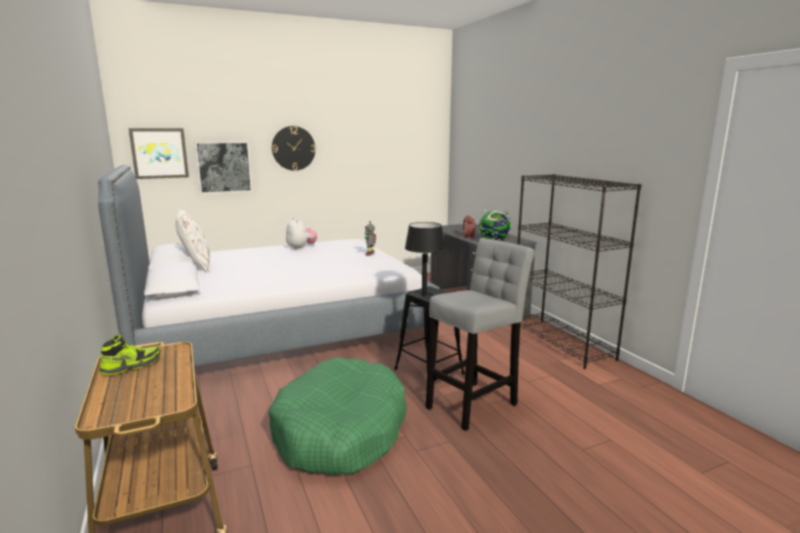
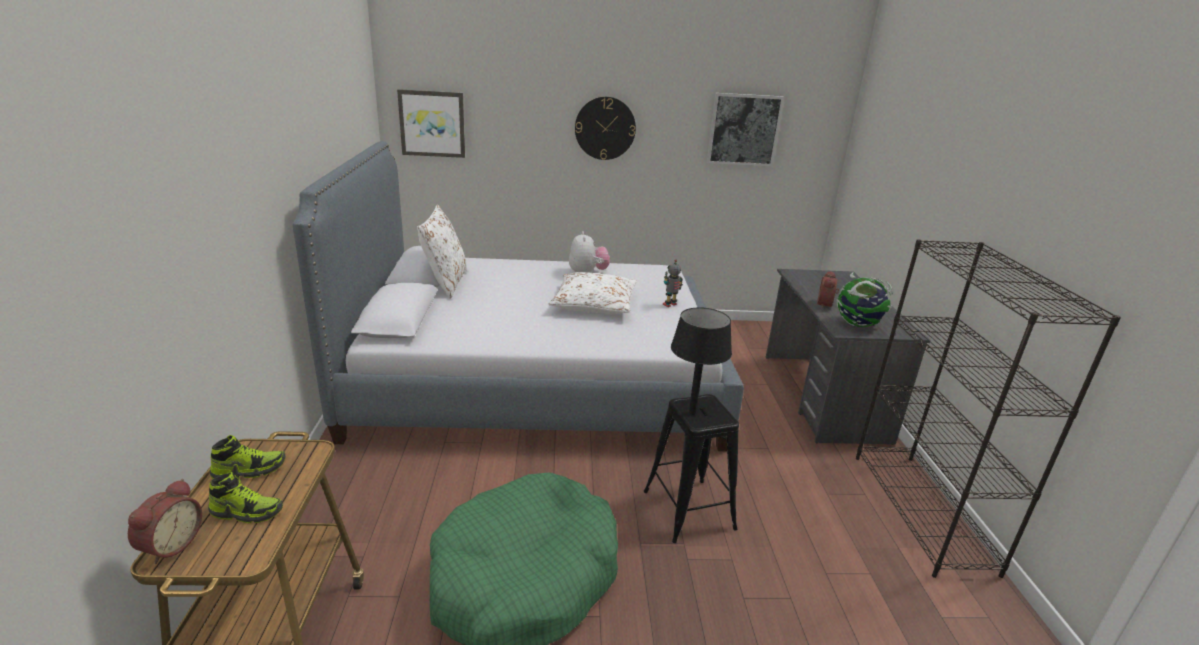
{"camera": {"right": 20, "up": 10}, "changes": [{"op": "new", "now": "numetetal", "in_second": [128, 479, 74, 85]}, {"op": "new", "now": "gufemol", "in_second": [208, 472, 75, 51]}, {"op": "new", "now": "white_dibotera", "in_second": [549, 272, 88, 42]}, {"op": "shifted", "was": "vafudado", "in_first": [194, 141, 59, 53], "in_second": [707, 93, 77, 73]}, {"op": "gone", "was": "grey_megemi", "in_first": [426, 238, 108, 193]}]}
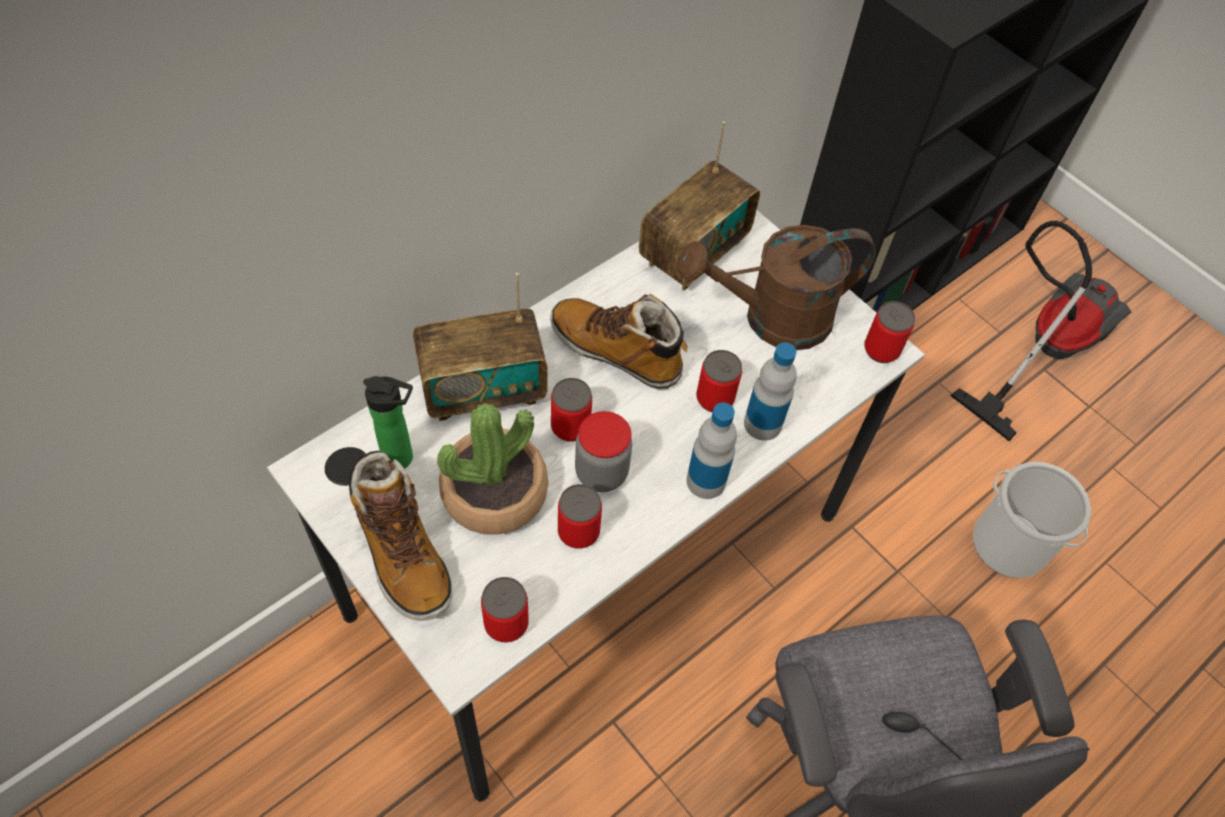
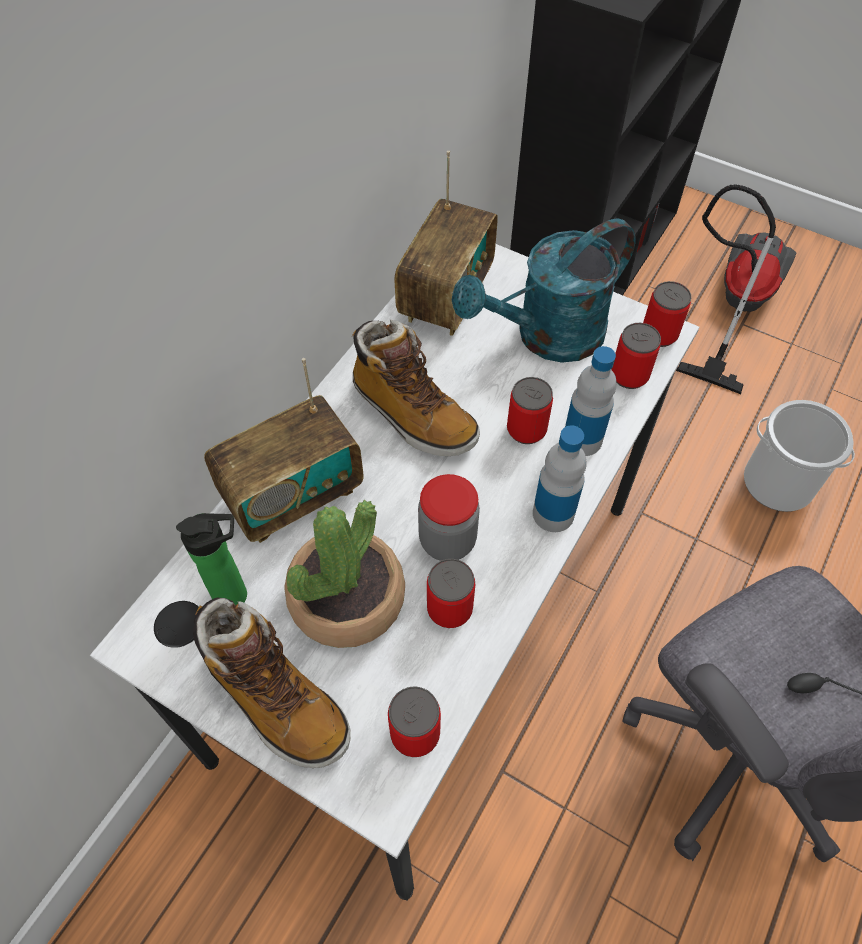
{"camera": {"right": -15, "up": 0}, "changes": [{"op": "rotated", "was": "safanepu", "in_first": [550, 294, 138, 95], "in_second": [352, 320, 128, 136], "clockwise": -150}, {"op": "repainted", "was": "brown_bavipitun", "now": "turquoise_bavipitun", "in_first": [678, 225, 198, 125], "in_second": [452, 218, 184, 145]}, {"op": "shifted", "was": "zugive", "in_first": [551, 378, 41, 64], "in_second": [611, 323, 50, 66]}]}
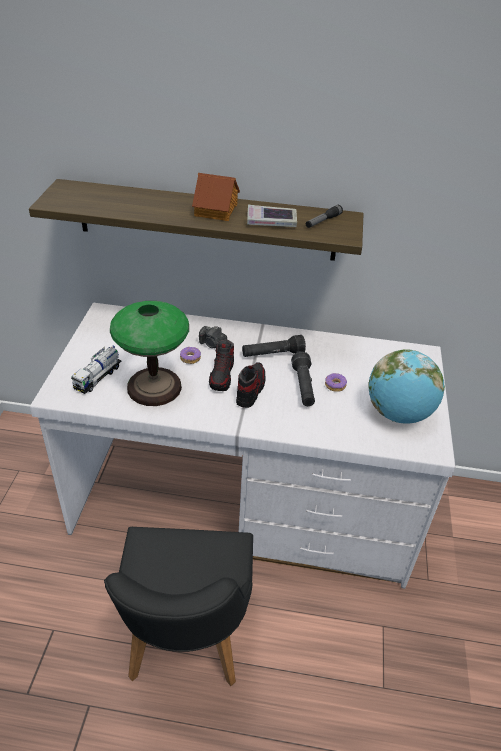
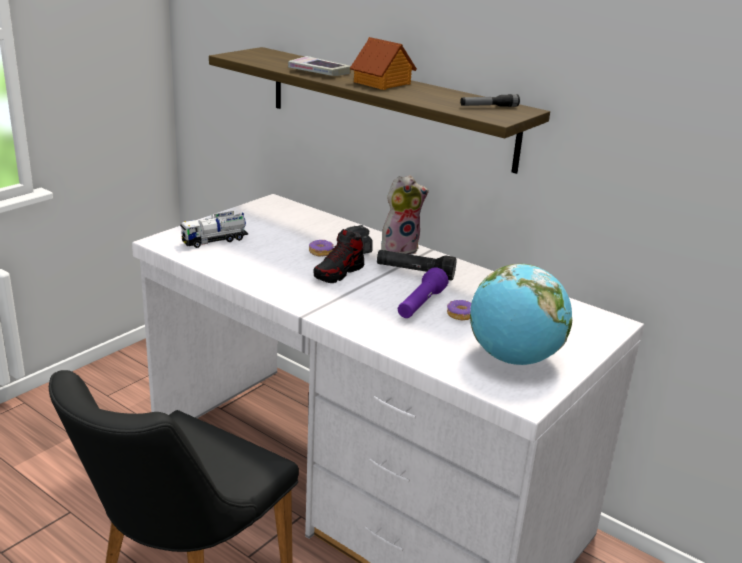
{"camera": {"right": 30, "up": -15}, "changes": [{"op": "shifted", "was": "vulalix", "in_first": [247, 205, 50, 22], "in_second": [288, 56, 63, 20]}, {"op": "new", "now": "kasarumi", "in_second": [381, 175, 48, 80]}, {"op": "repainted", "was": "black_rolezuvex", "now": "purple_rolezuvex", "in_first": [291, 352, 24, 54], "in_second": [398, 267, 51, 51]}, {"op": "gone", "was": "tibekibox", "in_first": [110, 301, 79, 105]}, {"op": "gone", "was": "gufemol", "in_first": [236, 362, 30, 46]}]}
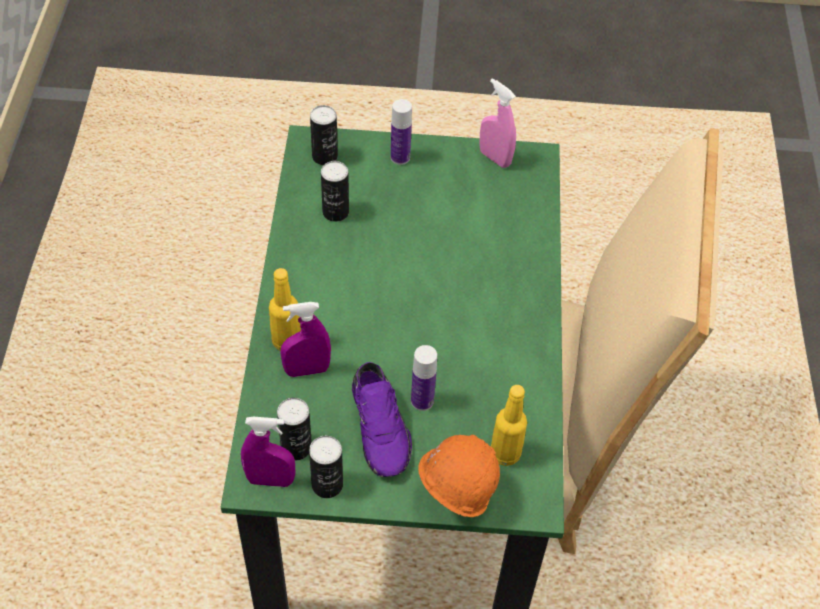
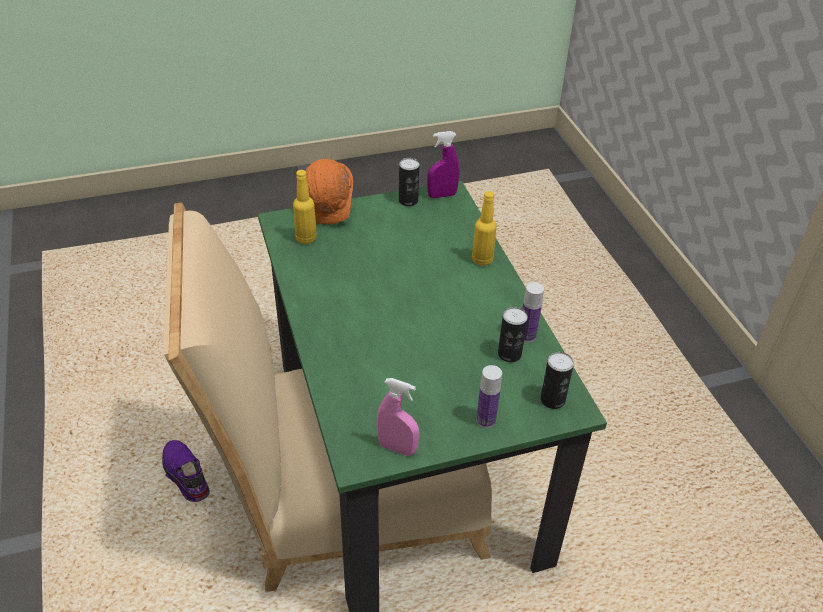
{"camera": {"right": 160, "up": -10}, "changes": [{"op": "shifted", "was": "purple_gufemol", "in_first": [352, 362, 60, 115], "in_second": [162, 440, 48, 62]}, {"op": "shifted", "was": "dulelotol", "in_first": [411, 345, 26, 66], "in_second": [522, 282, 22, 60]}, {"op": "gone", "was": "zugive", "in_first": [277, 398, 35, 62]}, {"op": "gone", "was": "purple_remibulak", "in_first": [280, 302, 51, 75]}]}
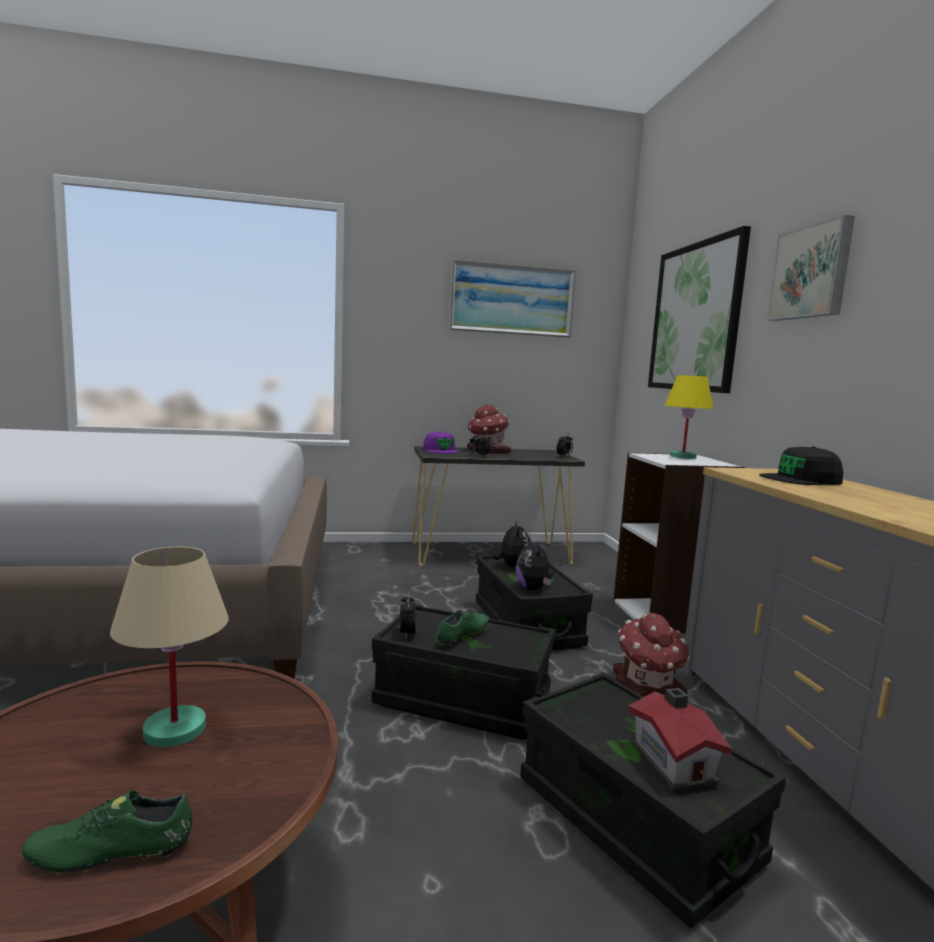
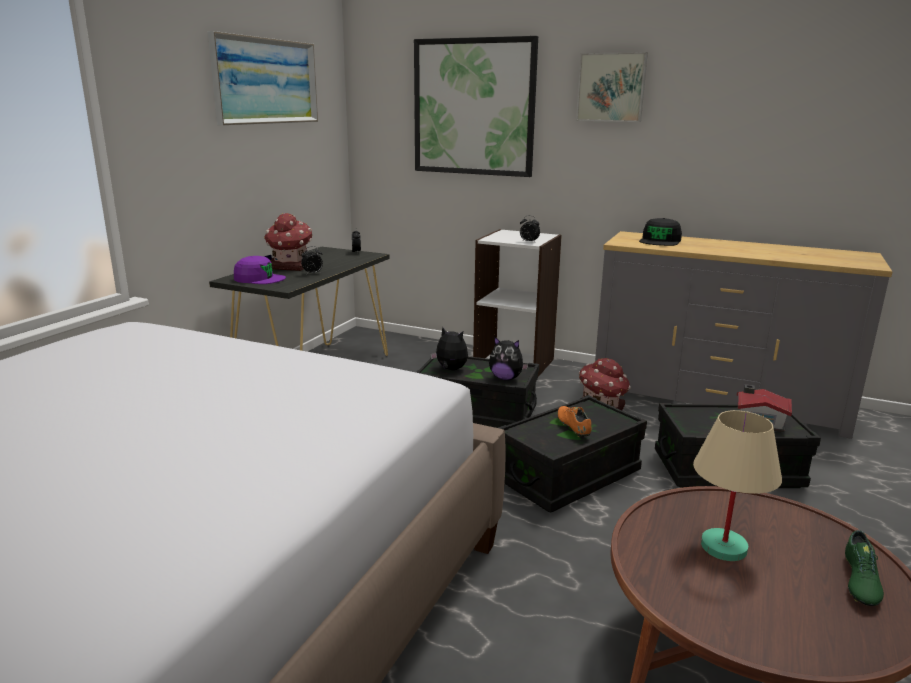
{"camera": {"right": -55, "up": 10}, "changes": [{"op": "shifted", "was": "numetetal", "in_first": [400, 593, 16, 45], "in_second": [520, 216, 20, 26]}, {"op": "repainted", "was": "green_gufemol", "now": "orange_gufemol", "in_first": [437, 610, 51, 35], "in_second": [558, 406, 34, 31]}, {"op": "gone", "was": "yellow_tibekibox", "in_first": [665, 375, 49, 84]}]}
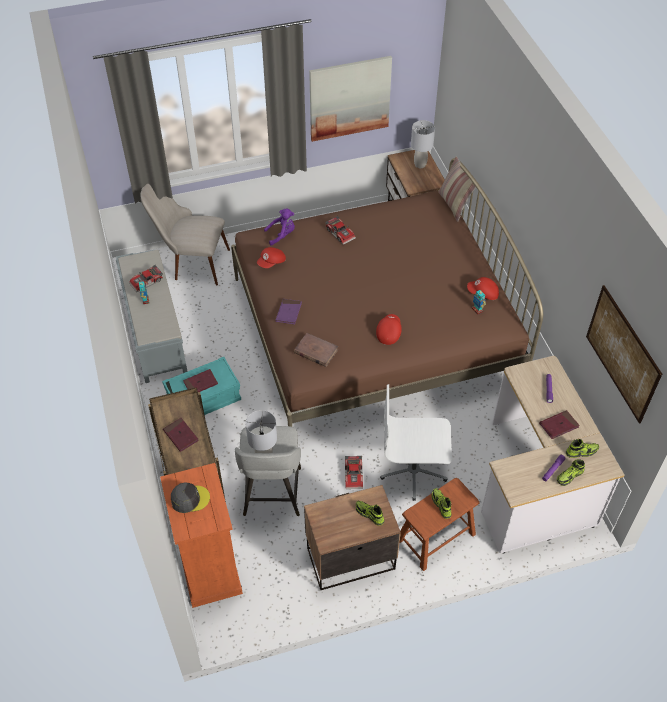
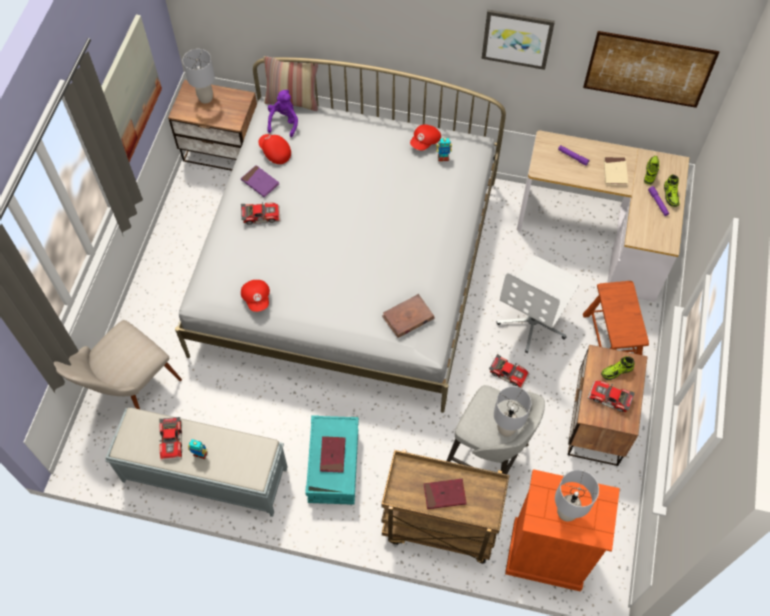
{"camera": {"right": -60, "up": 10}, "changes": [{"op": "repainted", "was": "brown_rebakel", "now": "white_rebakel", "in_first": [231, 158, 312, 269], "in_second": [175, 57, 331, 356]}, {"op": "shifted", "was": "purple_vulalix", "in_first": [276, 299, 26, 25], "in_second": [241, 165, 38, 32]}, {"op": "shifted", "was": "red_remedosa", "in_first": [376, 314, 26, 31], "in_second": [258, 134, 33, 30]}, {"op": "shifted", "was": "purple_kasarumi", "in_first": [264, 209, 31, 37], "in_second": [267, 90, 31, 47]}, {"op": "new", "now": "vafudado", "in_second": [482, 10, 73, 60]}, {"op": "swapped", "was": "grey_remedosa", "now": "grey_tibekibox", "in_first": [171, 483, 39, 30], "in_second": [555, 470, 44, 51]}, {"op": "new", "now": "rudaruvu", "in_second": [588, 381, 47, 31]}, {"op": "repainted", "was": "red_vulalix", "now": "beige_vulalix", "in_first": [539, 410, 41, 29], "in_second": [604, 157, 24, 28]}, {"op": "gone", "was": "gufemol", "in_first": [432, 488, 20, 31]}]}
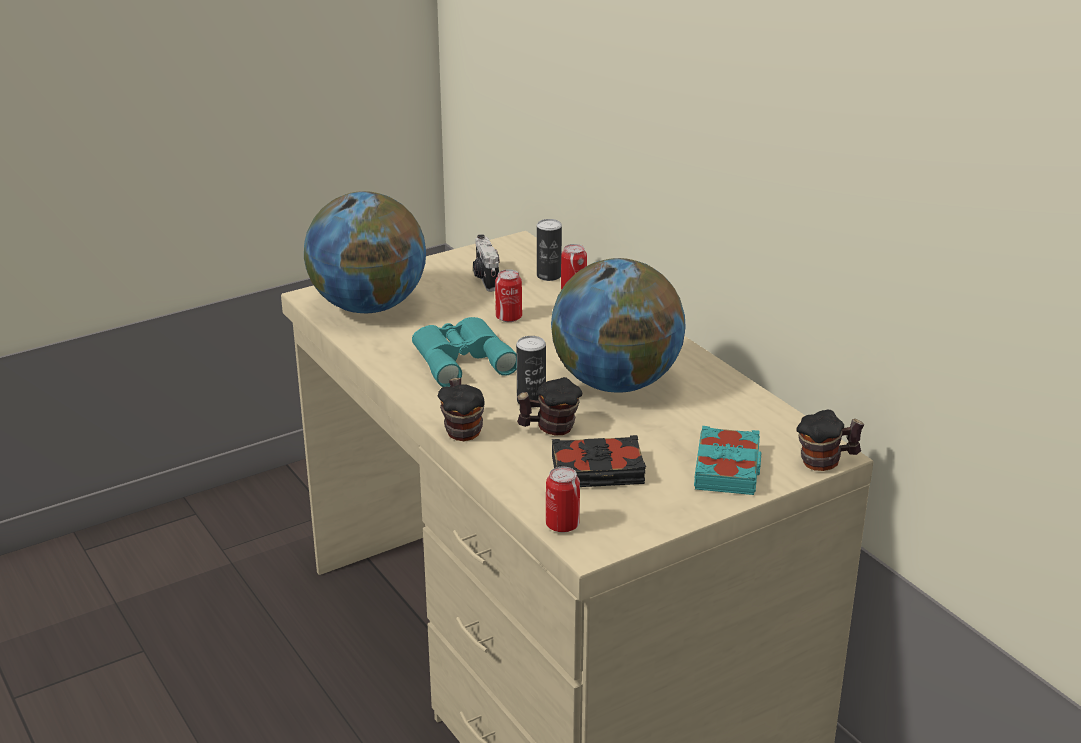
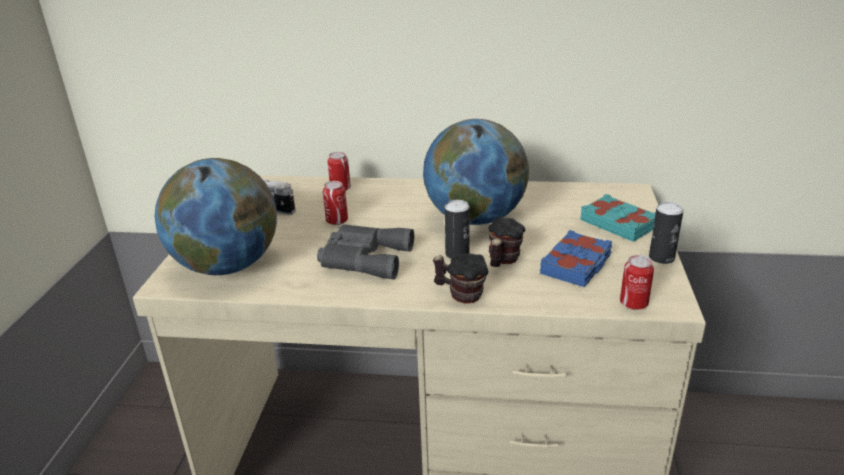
{"camera": {"right": -50, "up": 0}, "changes": [{"op": "repainted", "was": "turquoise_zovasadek", "now": "grey_zovasadek", "in_first": [412, 317, 105, 70], "in_second": [317, 224, 97, 55]}, {"op": "repainted", "was": "black_vulalix", "now": "blue_vulalix", "in_first": [552, 435, 94, 52], "in_second": [540, 230, 72, 57]}, {"op": "shifted", "was": "zugive", "in_first": [537, 219, 25, 62], "in_second": [649, 202, 34, 62]}, {"op": "gone", "was": "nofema", "in_first": [796, 409, 68, 62]}]}
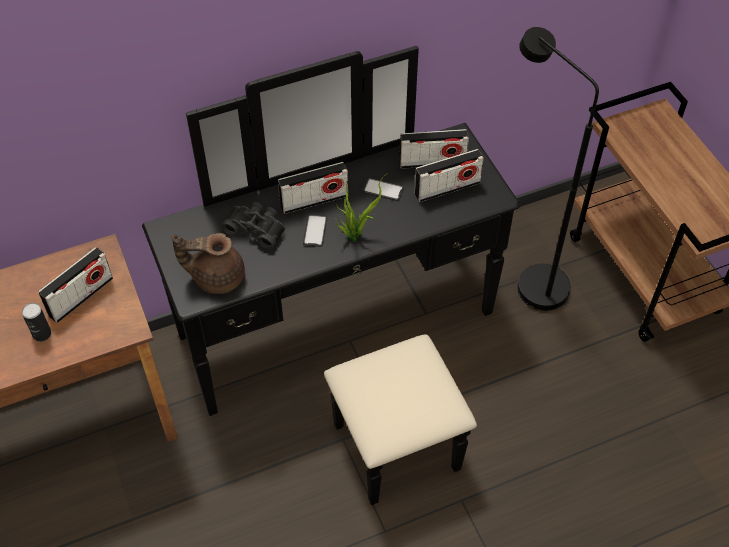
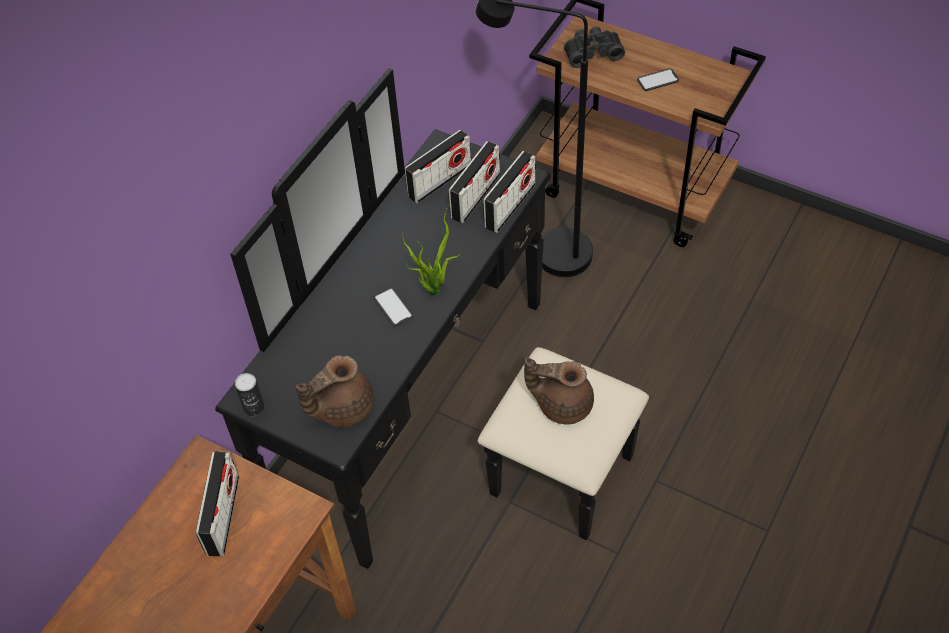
{"camera": {"right": -35, "up": 0}, "changes": [{"op": "shifted", "was": "zugive", "in_first": [22, 303, 29, 39], "in_second": [235, 373, 29, 43]}, {"op": "shifted", "was": "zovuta", "in_first": [278, 162, 70, 52], "in_second": [483, 151, 53, 82]}, {"op": "new", "now": "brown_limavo", "in_second": [524, 357, 70, 68]}, {"op": "shifted", "was": "black_zovasadek", "in_first": [221, 202, 64, 48], "in_second": [564, 27, 61, 41]}, {"op": "shifted", "was": "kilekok", "in_first": [363, 178, 41, 23], "in_second": [637, 68, 42, 23]}]}
